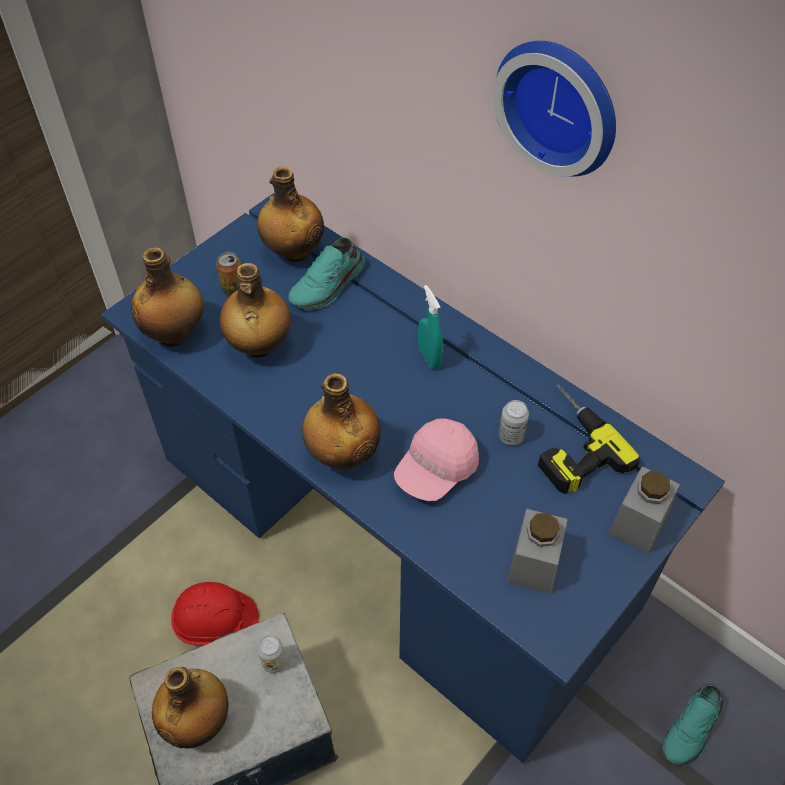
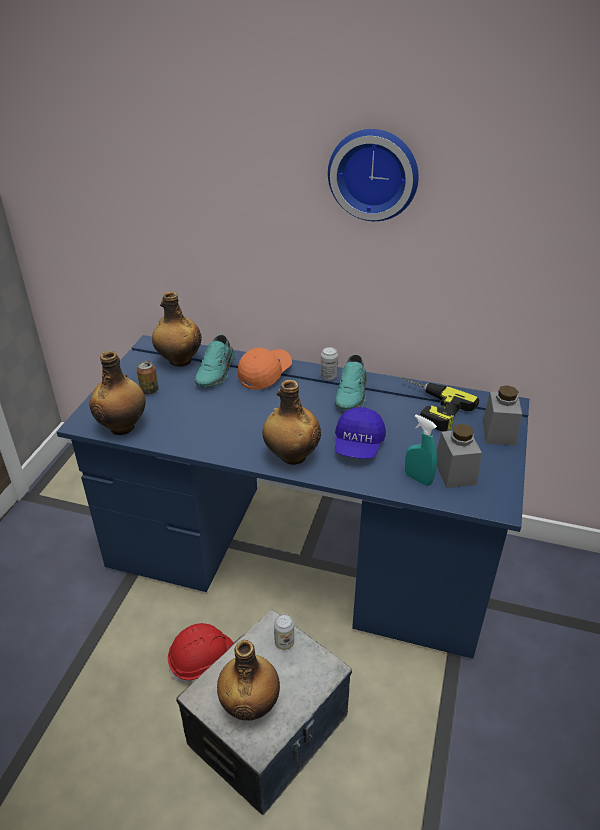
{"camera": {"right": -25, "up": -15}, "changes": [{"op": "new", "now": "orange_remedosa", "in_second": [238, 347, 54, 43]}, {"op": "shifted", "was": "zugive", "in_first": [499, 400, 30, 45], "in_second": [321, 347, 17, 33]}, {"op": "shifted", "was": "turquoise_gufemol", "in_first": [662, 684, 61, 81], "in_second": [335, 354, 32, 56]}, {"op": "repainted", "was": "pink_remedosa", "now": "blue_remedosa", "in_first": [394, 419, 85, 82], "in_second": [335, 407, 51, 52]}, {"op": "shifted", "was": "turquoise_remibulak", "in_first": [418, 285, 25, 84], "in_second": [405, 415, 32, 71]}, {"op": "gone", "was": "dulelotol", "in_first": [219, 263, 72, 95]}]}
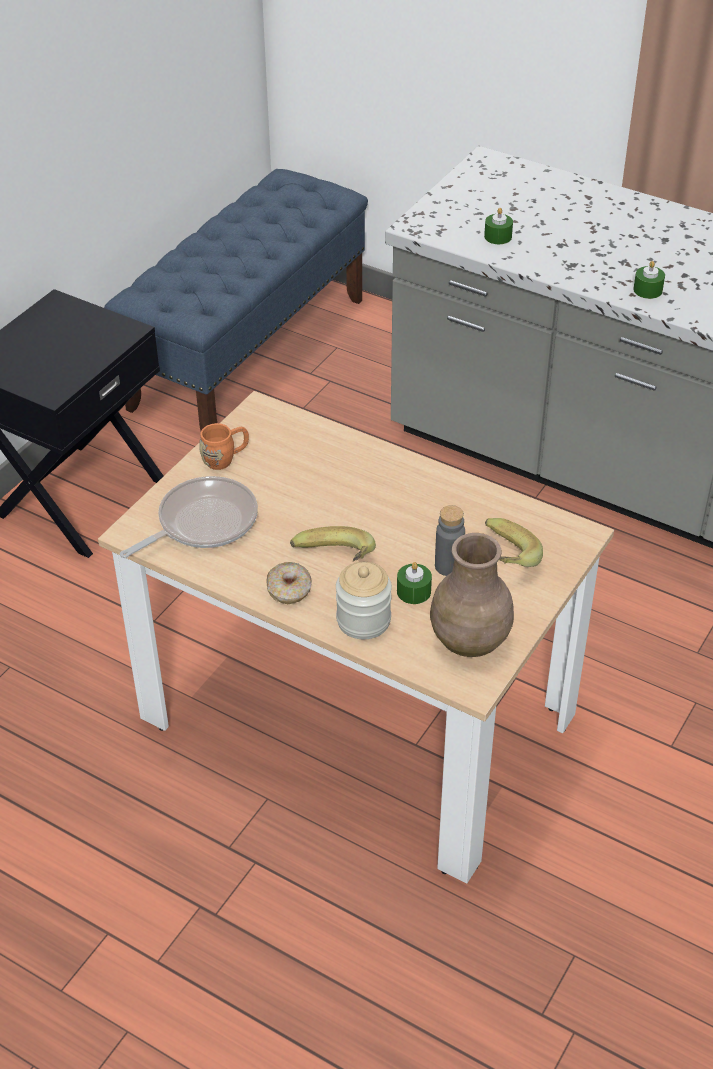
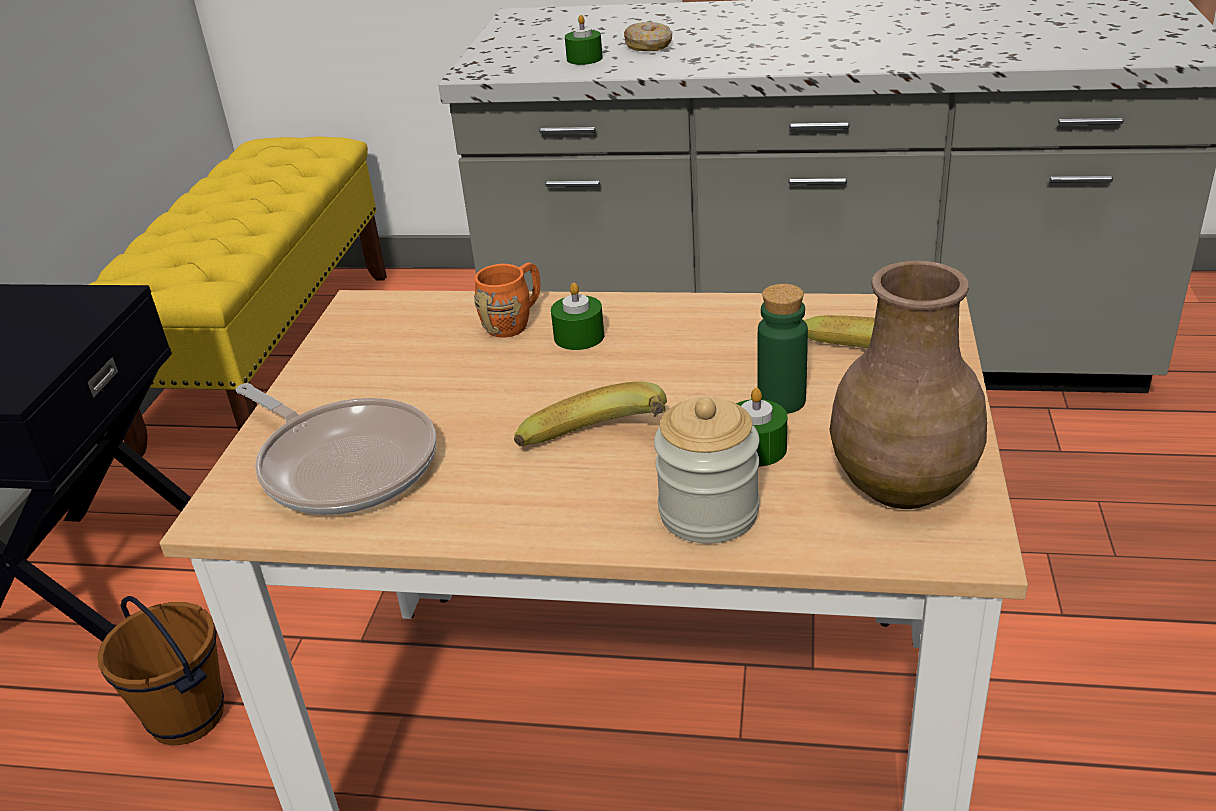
{"camera": {"right": -20, "up": -10}, "changes": [{"op": "repainted", "was": "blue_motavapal", "now": "yellow_motavapal", "in_first": [104, 169, 264, 262], "in_second": [89, 136, 298, 321]}, {"op": "new", "now": "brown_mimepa", "in_second": [97, 596, 127, 149]}, {"op": "rotated", "was": "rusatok", "in_first": [120, 476, 138, 82], "in_second": [235, 383, 202, 132], "clockwise": 105}, {"op": "shifted", "was": "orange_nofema", "in_first": [199, 423, 50, 47], "in_second": [474, 262, 66, 76]}, {"op": "shifted", "was": "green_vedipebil", "in_first": [633, 261, 32, 38], "in_second": [551, 283, 53, 67]}, {"op": "shifted", "was": "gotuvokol", "in_first": [266, 562, 46, 42], "in_second": [624, 22, 48, 29]}, {"op": "repainted", "was": "grey_dulelotol", "now": "green_dulelotol", "in_first": [435, 505, 30, 71], "in_second": [757, 284, 51, 130]}]}
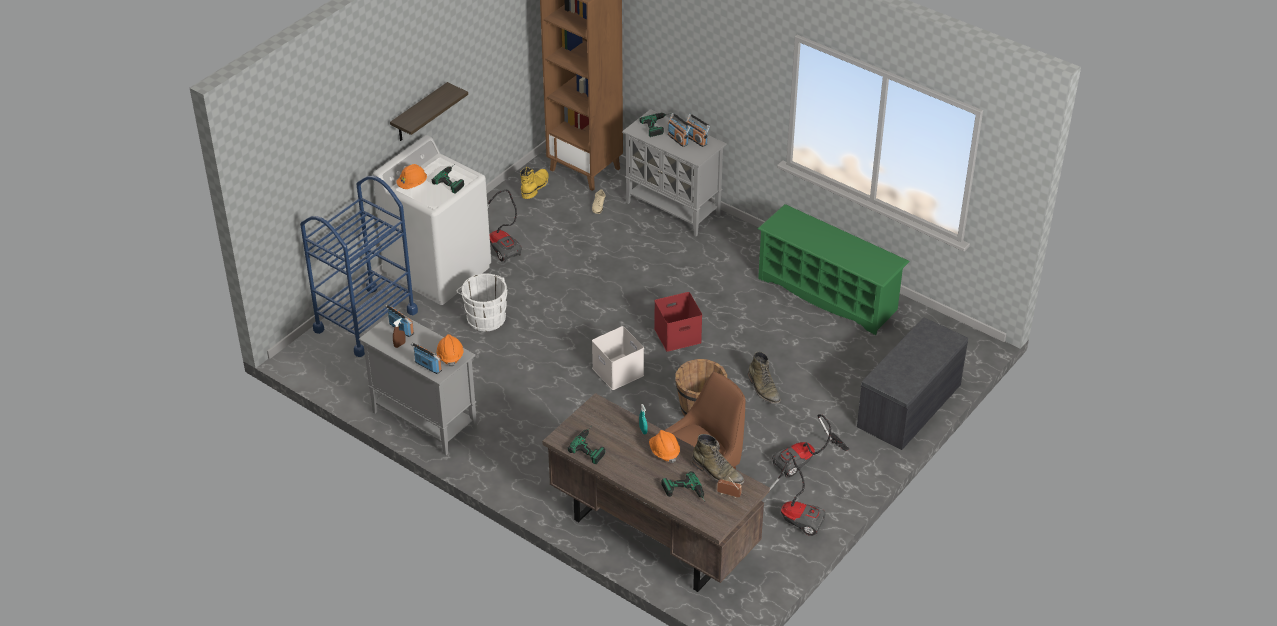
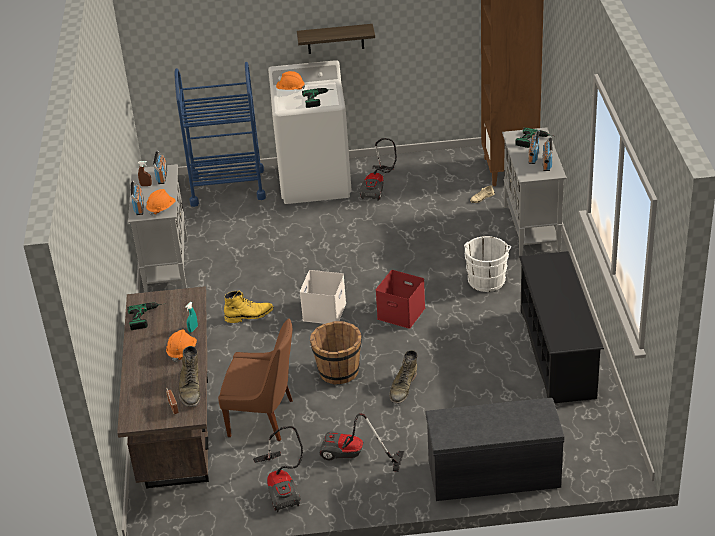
{"camera": {"right": 50, "up": -5}, "changes": [{"op": "shifted", "was": "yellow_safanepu", "in_first": [520, 167, 29, 32], "in_second": [224, 291, 50, 32]}, {"op": "shifted", "was": "white_mimepa", "in_first": [457, 273, 50, 58], "in_second": [464, 236, 47, 56]}, {"op": "repainted", "was": "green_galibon", "now": "black_galibon", "in_first": [758, 204, 152, 131], "in_second": [519, 251, 85, 152]}, {"op": "gone", "was": "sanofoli", "in_first": [661, 471, 45, 32]}]}
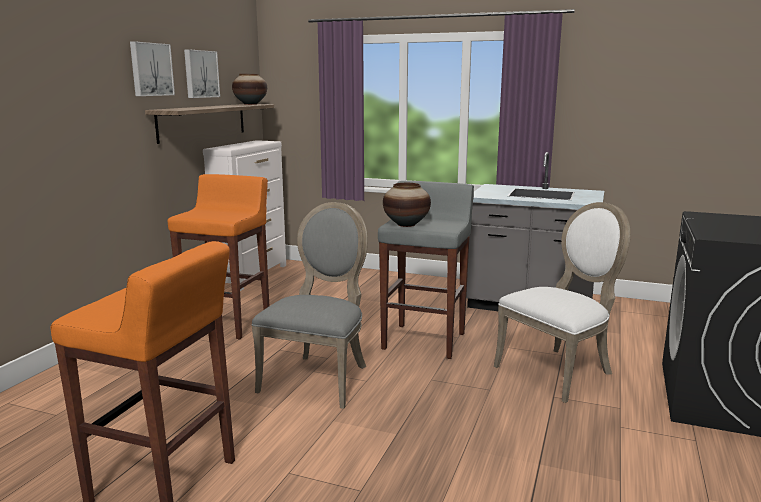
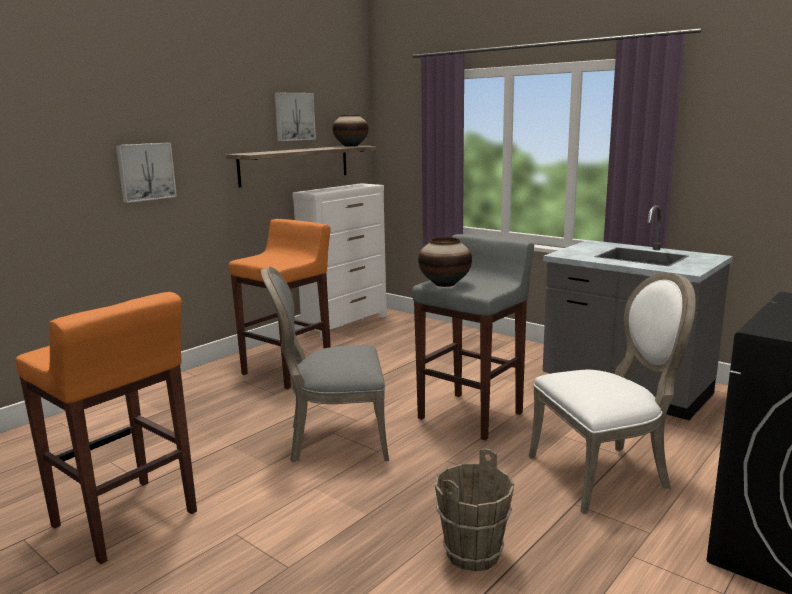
{"camera": {"right": 20, "up": 0}, "changes": [{"op": "shifted", "was": "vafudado", "in_first": [130, 41, 45, 55], "in_second": [116, 143, 61, 60]}, {"op": "rotated", "was": "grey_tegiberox", "in_first": [251, 202, 117, 207], "in_second": [261, 267, 128, 196], "clockwise": -135}, {"op": "new", "now": "brown_mimepa", "in_second": [435, 448, 79, 123]}]}
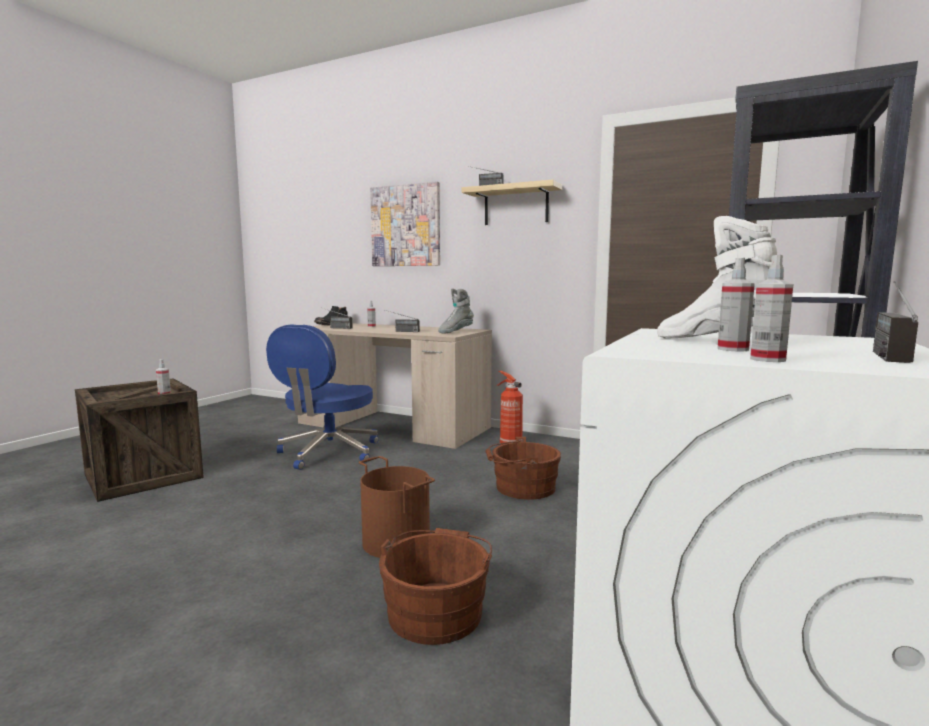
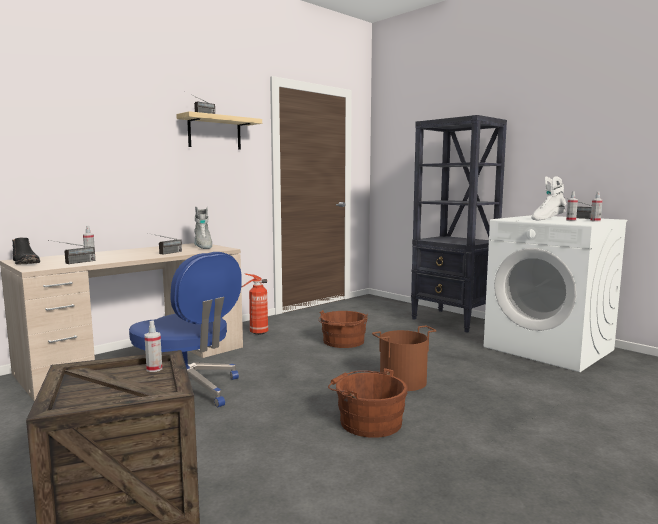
{"camera": {"right": -70, "up": 0}, "changes": [{"op": "shifted", "was": "brown_mimepa", "in_first": [379, 528, 113, 117], "in_second": [328, 368, 80, 70]}, {"op": "gone", "was": "vafudado", "in_first": [370, 181, 70, 85]}]}
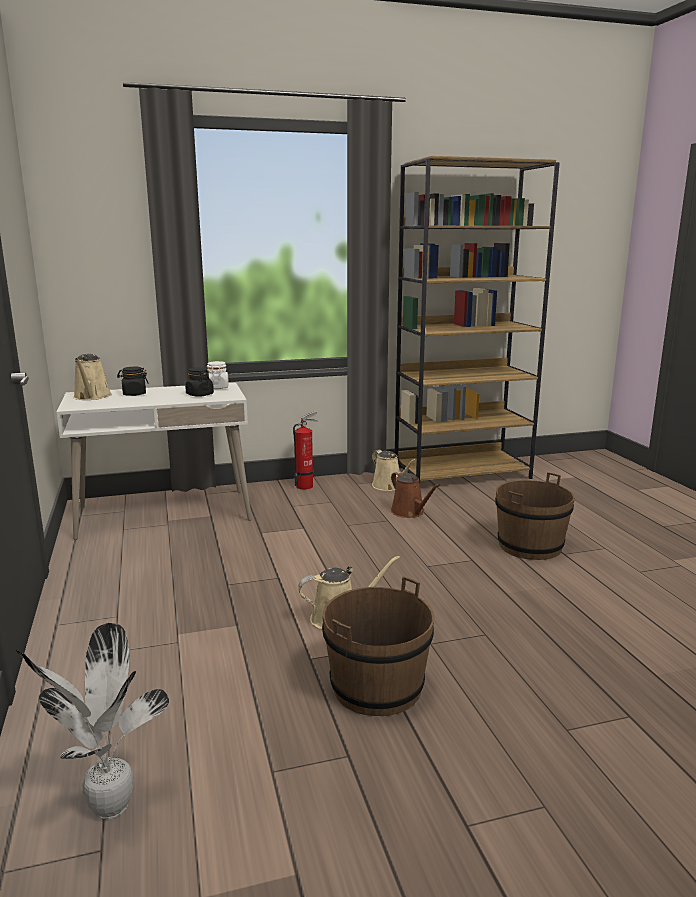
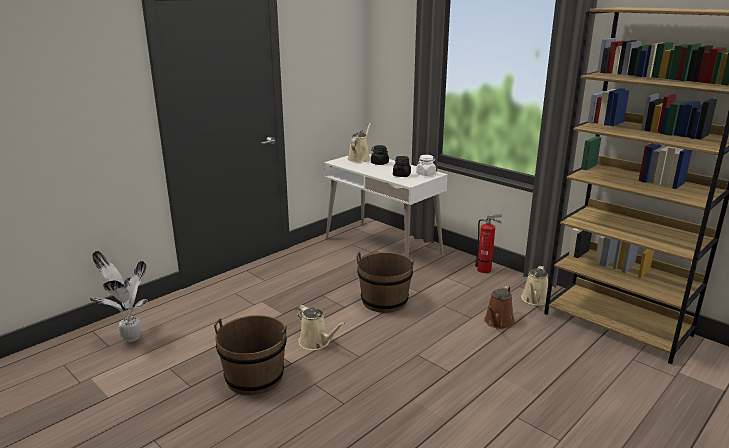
{"camera": {"right": 60, "up": 5}, "changes": [{"op": "rotated", "was": "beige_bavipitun", "in_first": [73, 354, 39, 46], "in_second": [347, 123, 24, 40], "clockwise": 150}, {"op": "shifted", "was": "brown_mimepa", "in_first": [495, 472, 80, 88], "in_second": [356, 252, 58, 61]}]}
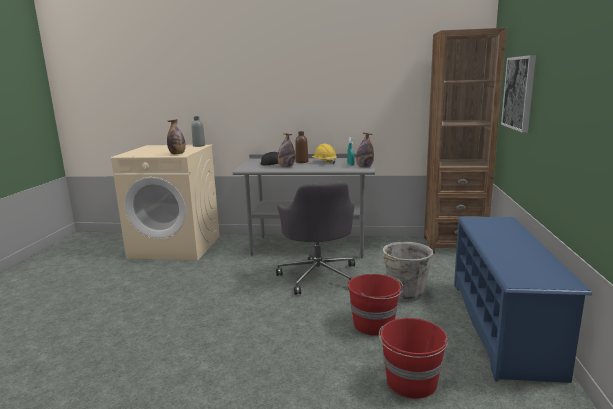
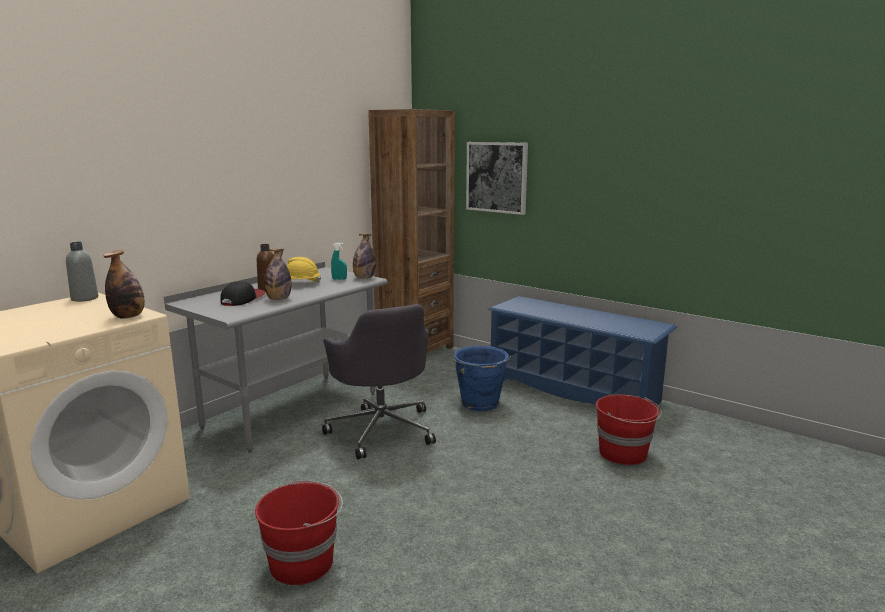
{"camera": {"right": -60, "up": 0}, "changes": [{"op": "shifted", "was": "red_mimepa", "in_first": [348, 274, 56, 62], "in_second": [255, 480, 88, 105]}, {"op": "rotated", "was": "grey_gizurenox", "in_first": [276, 181, 79, 114], "in_second": [322, 304, 114, 155], "clockwise": 45}, {"op": "repainted", "was": "grey_mimepa", "now": "blue_mimepa", "in_first": [380, 242, 53, 59], "in_second": [453, 346, 58, 65]}]}
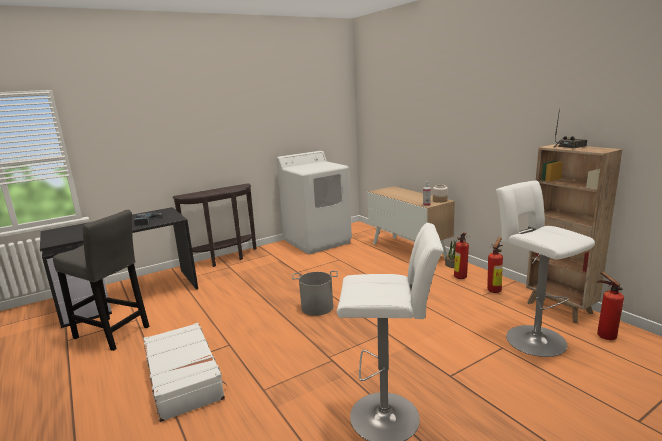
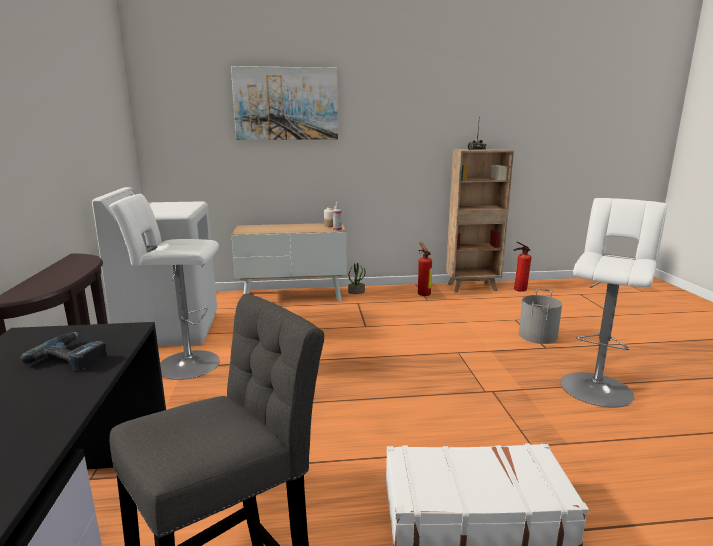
{"camera": {"right": -65, "up": 0}, "changes": [{"op": "shifted", "was": "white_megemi", "in_first": [496, 181, 99, 176], "in_second": [109, 194, 111, 186]}, {"op": "new", "now": "vafudado", "in_second": [231, 66, 107, 74]}, {"op": "shifted", "was": "grey_mimepa", "in_first": [292, 271, 46, 45], "in_second": [519, 288, 43, 56]}, {"op": "gone", "was": "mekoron", "in_first": [454, 233, 16, 46]}]}
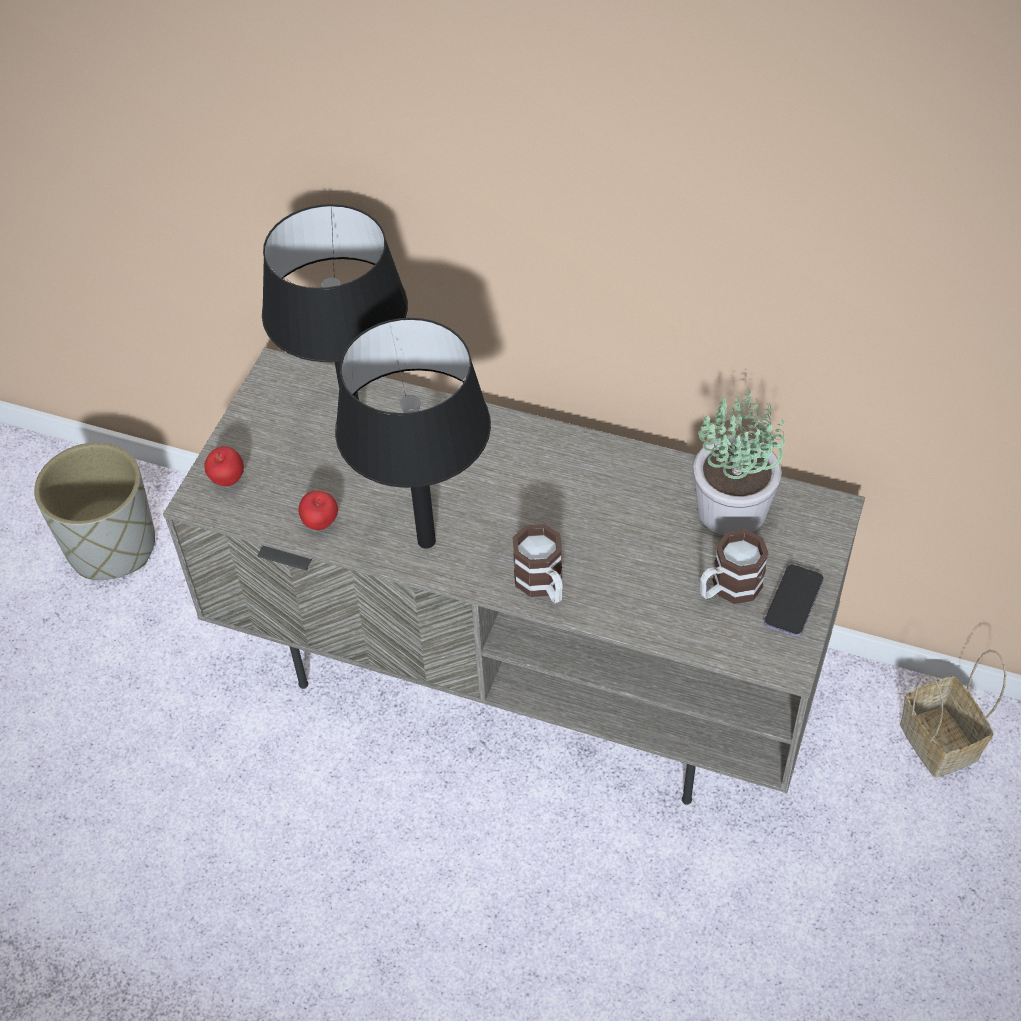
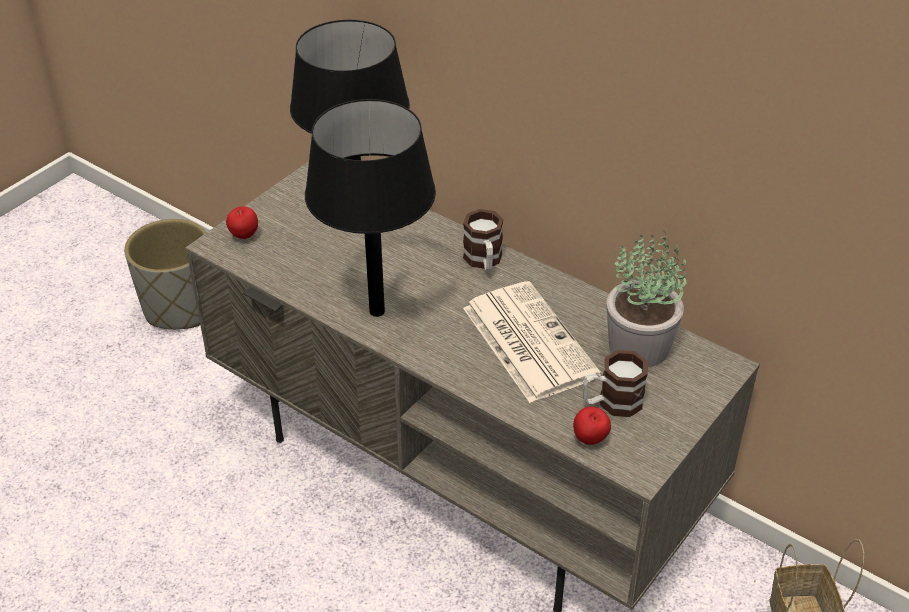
{"camera": {"right": 15, "up": -10}, "changes": [{"op": "shifted", "was": "nofema", "in_first": [513, 524, 50, 79], "in_second": [463, 209, 40, 63]}, {"op": "new", "now": "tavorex", "in_second": [463, 281, 138, 122]}, {"op": "shifted", "was": "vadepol", "in_first": [298, 490, 40, 40], "in_second": [573, 407, 38, 38]}, {"op": "gone", "was": "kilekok", "in_first": [764, 564, 60, 73]}]}
